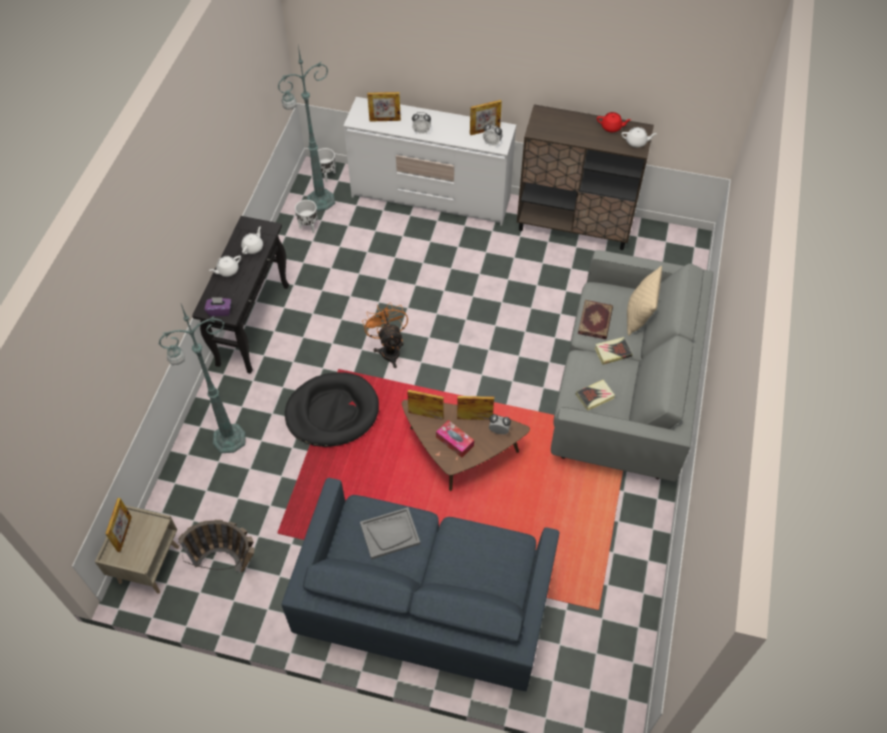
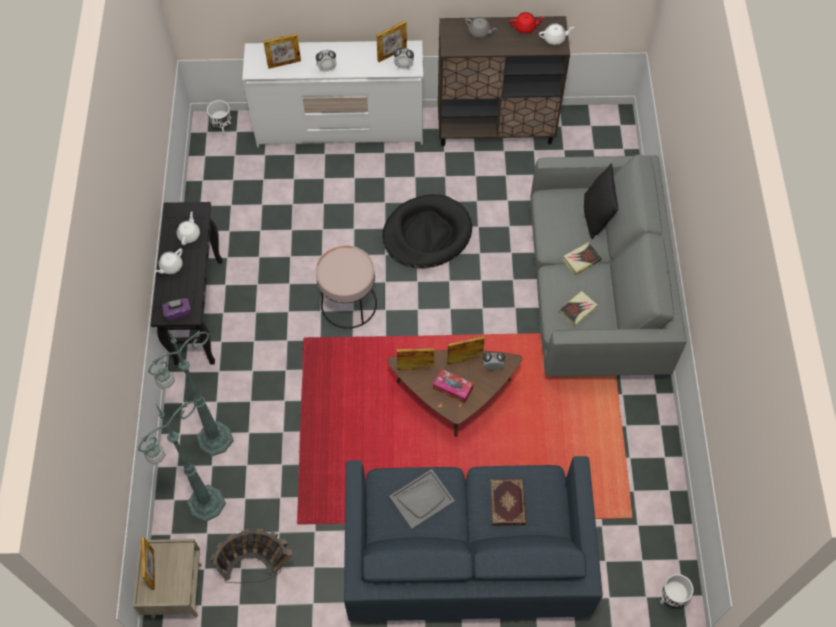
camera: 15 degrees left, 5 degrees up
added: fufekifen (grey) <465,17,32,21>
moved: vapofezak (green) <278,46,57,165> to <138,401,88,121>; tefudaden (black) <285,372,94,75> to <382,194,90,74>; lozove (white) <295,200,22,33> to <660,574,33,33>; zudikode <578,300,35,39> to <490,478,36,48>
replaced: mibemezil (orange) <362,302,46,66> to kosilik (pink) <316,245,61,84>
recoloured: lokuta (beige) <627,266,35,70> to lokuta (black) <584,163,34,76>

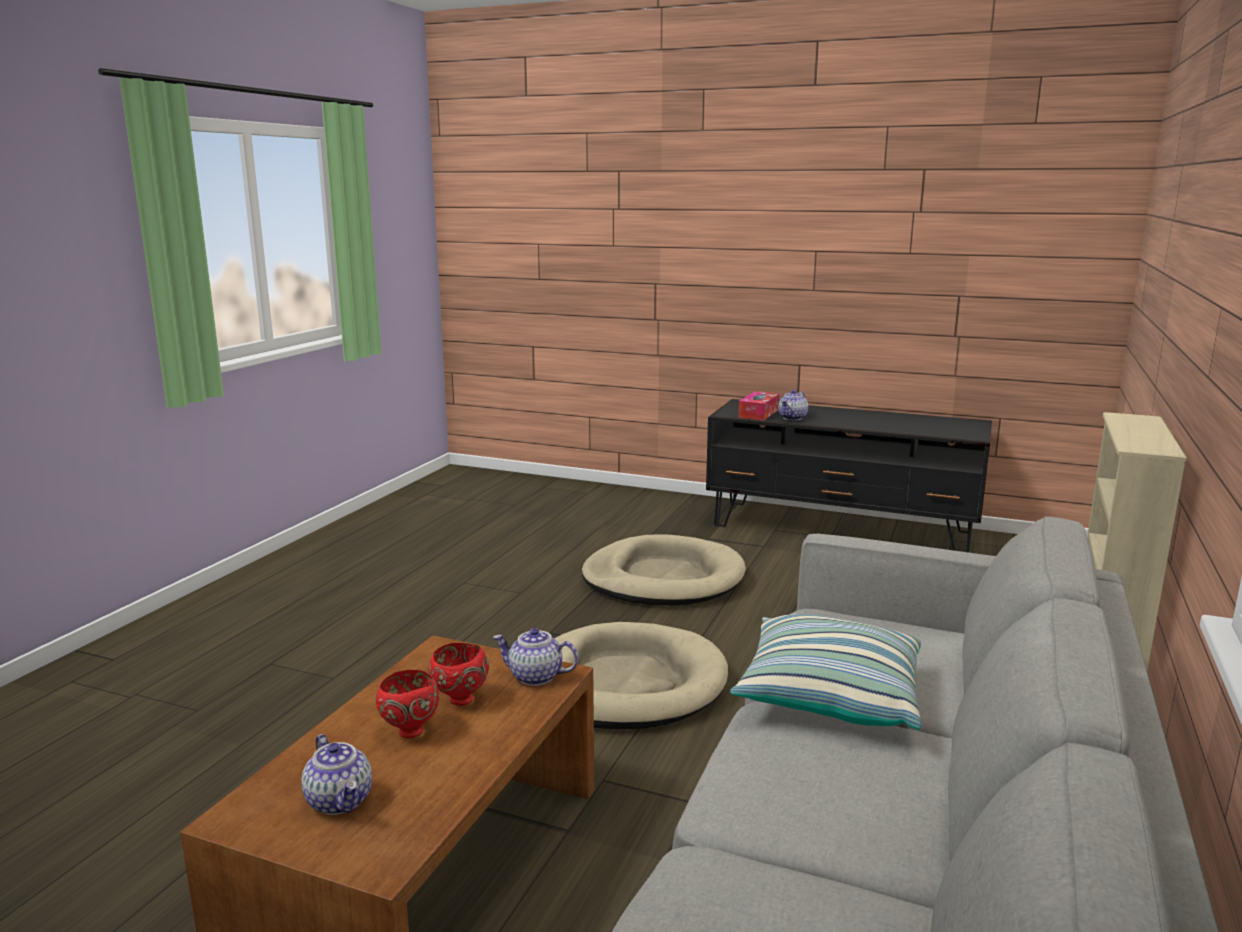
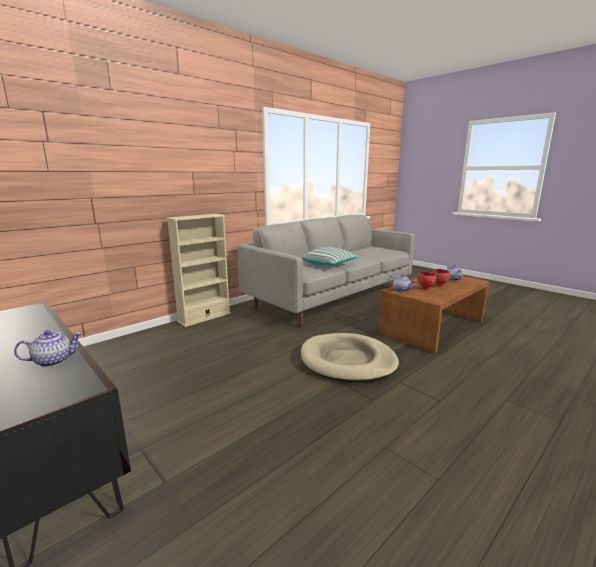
camera: 155 degrees left, 0 degrees up
removed: tefudaden (beige) <582,534,164,71>; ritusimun <738,391,41,30>

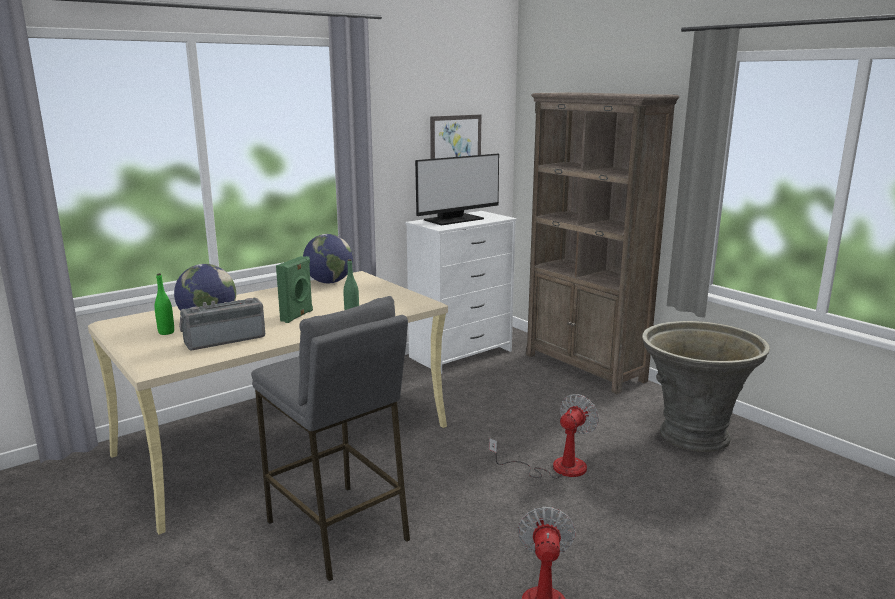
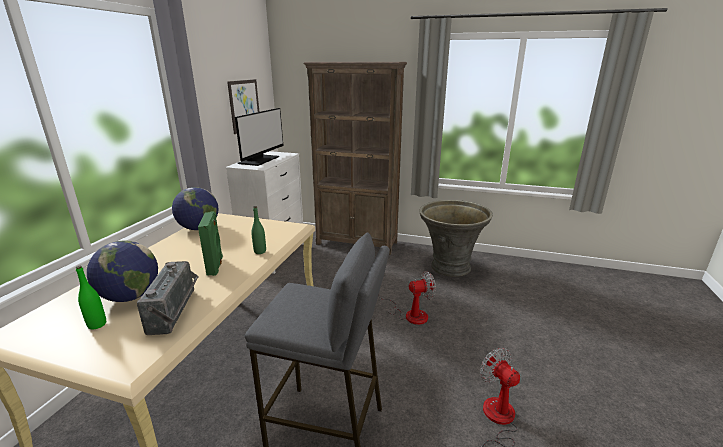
camera: 35 degrees left, 5 degrees up
turned: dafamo <179,297,86,53> = <137,261,62,74> 150 degrees clockwise; mibemezil <489,394,110,85> = <378,271,58,54> 75 degrees clockwise

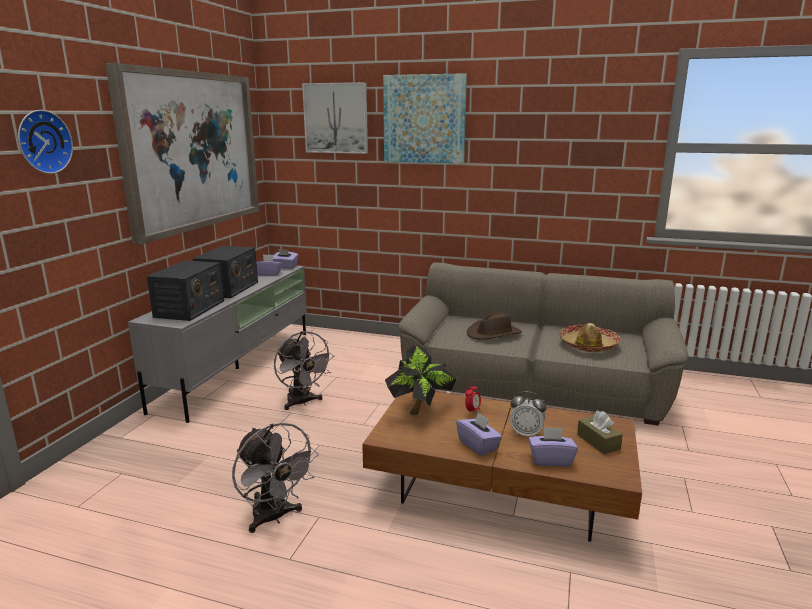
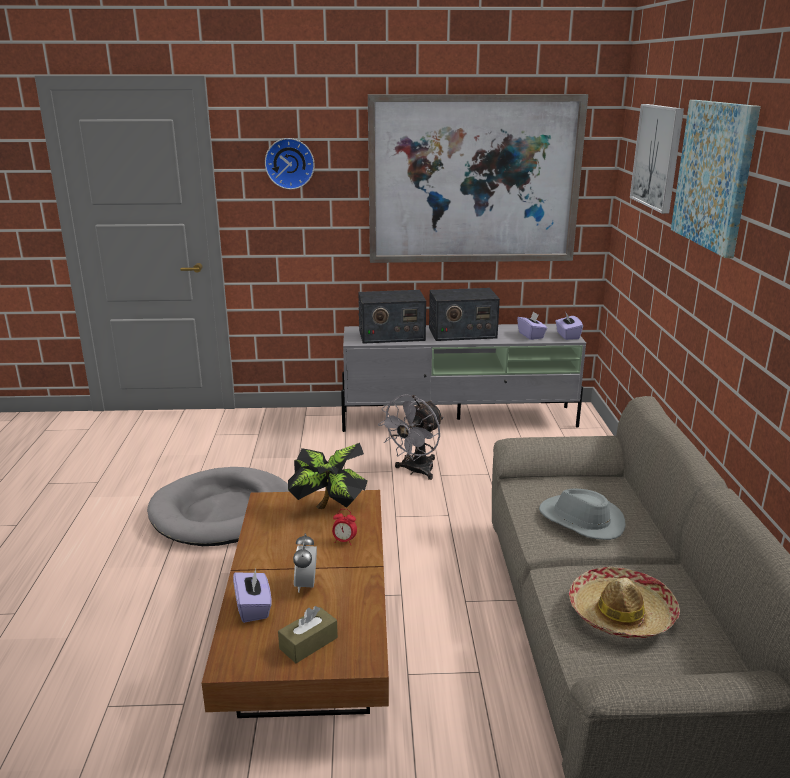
camera: 70 degrees right, 5 degrees up
removed: ritusimun (purple) <456,412,46,44>
replaced: mibemezil (grey) <232,423,87,110> to tefudaden (grey) <147,467,143,79>
recoloured: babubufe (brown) <467,312,55,28> to babubufe (grey) <539,488,86,52>

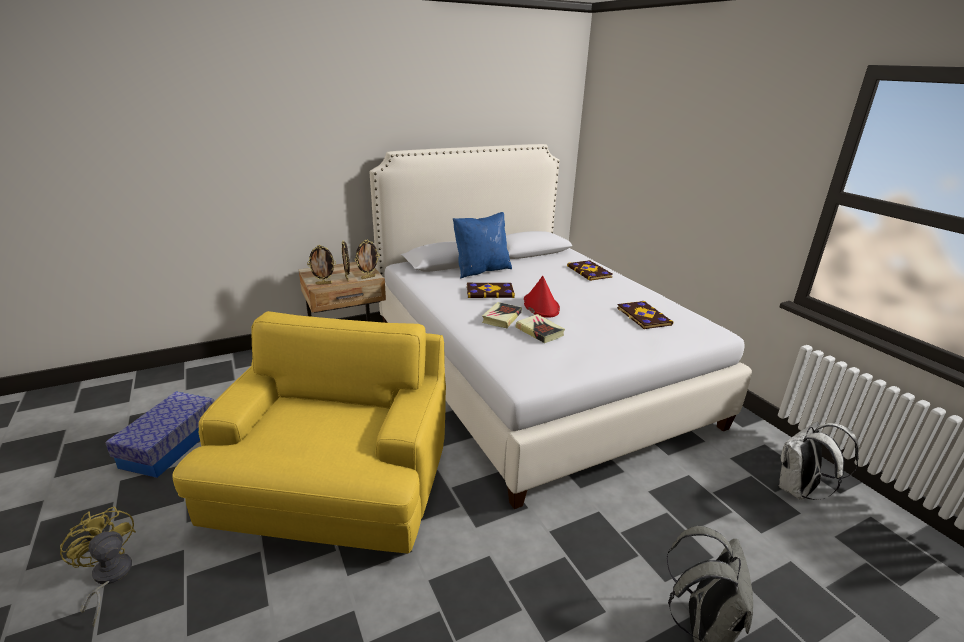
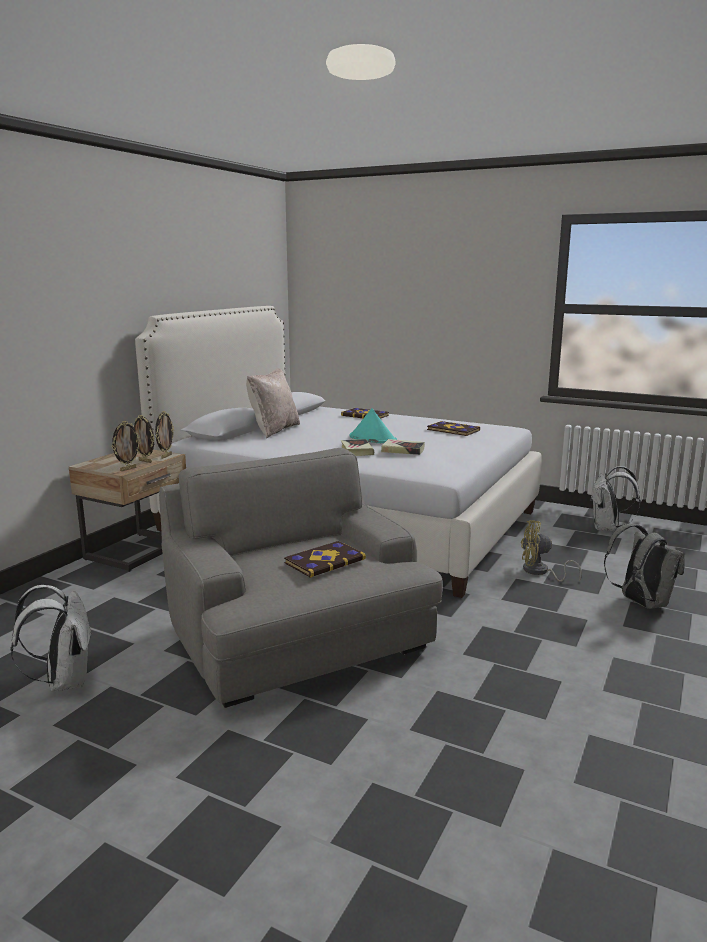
camera: 35 degrees left, 10 degrees down
moved: mibemezil (yellow) <60,506,76,121> to <521,520,61,62>; zudikode <467,283,48,15> to <284,541,82,37>
replaced: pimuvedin <105,391,109,87> to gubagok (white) <10,585,82,107>
recoloured: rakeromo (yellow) <172,311,274,243> to rakeromo (grey) <159,448,284,260>; lokuta (blue) <453,212,59,66> to lokuta (beige) <246,368,54,70>; babubufe (red) <524,276,36,42> to babubufe (turquoise) <349,408,48,35>

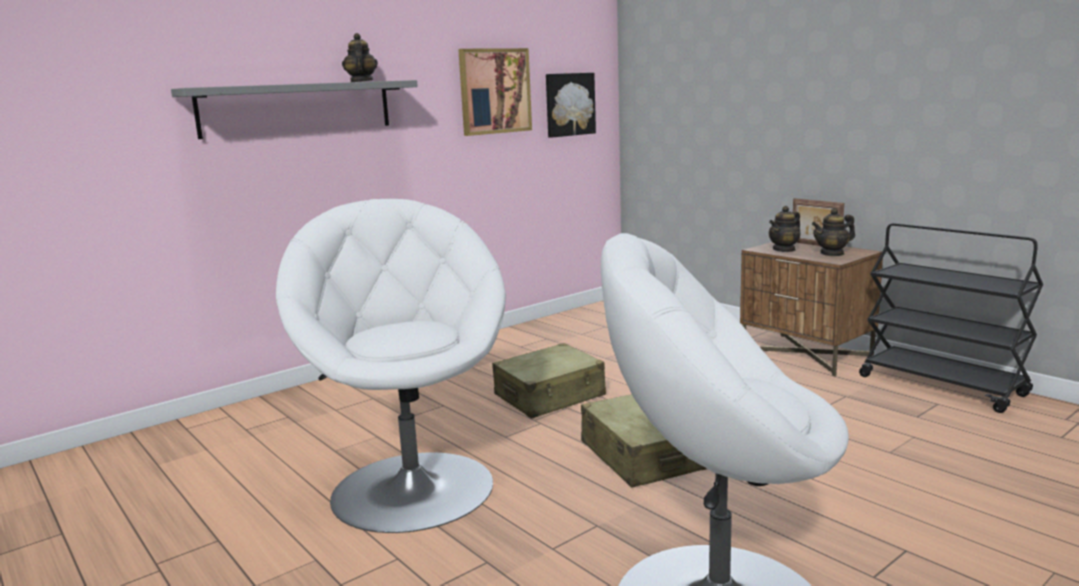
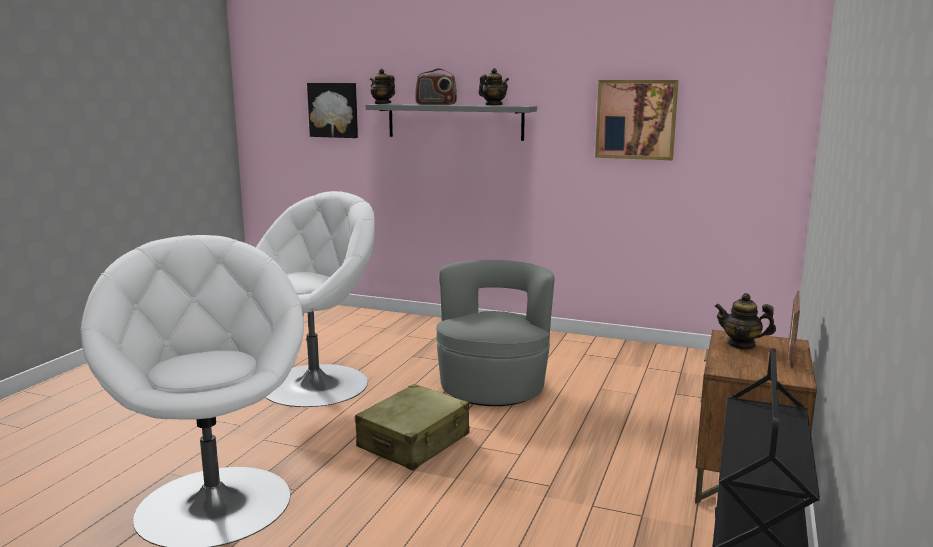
camera: 60 degrees right, 0 degrees up
added: dafamo <415,68,42,37>
moved: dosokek <546,73,50,65> to <307,83,51,55>; fufekifen <812,208,43,48> to <370,69,25,35>
replaced: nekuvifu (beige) <492,343,114,76> to rakeromo (grey) <436,260,118,146>

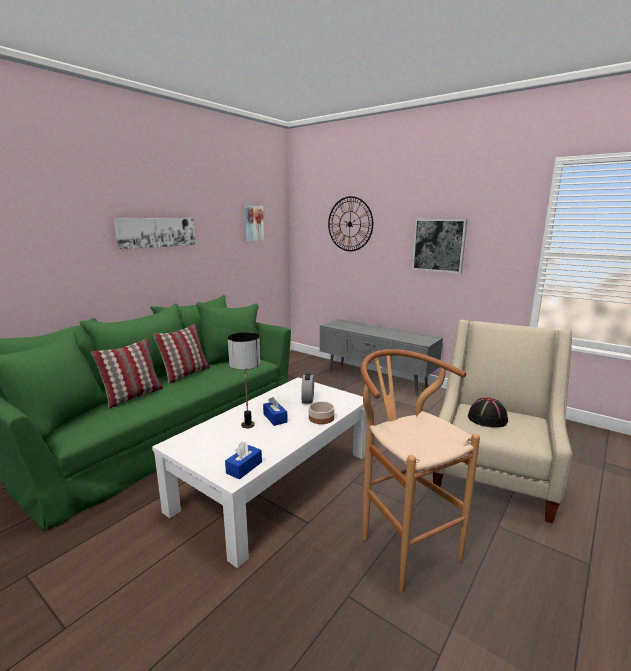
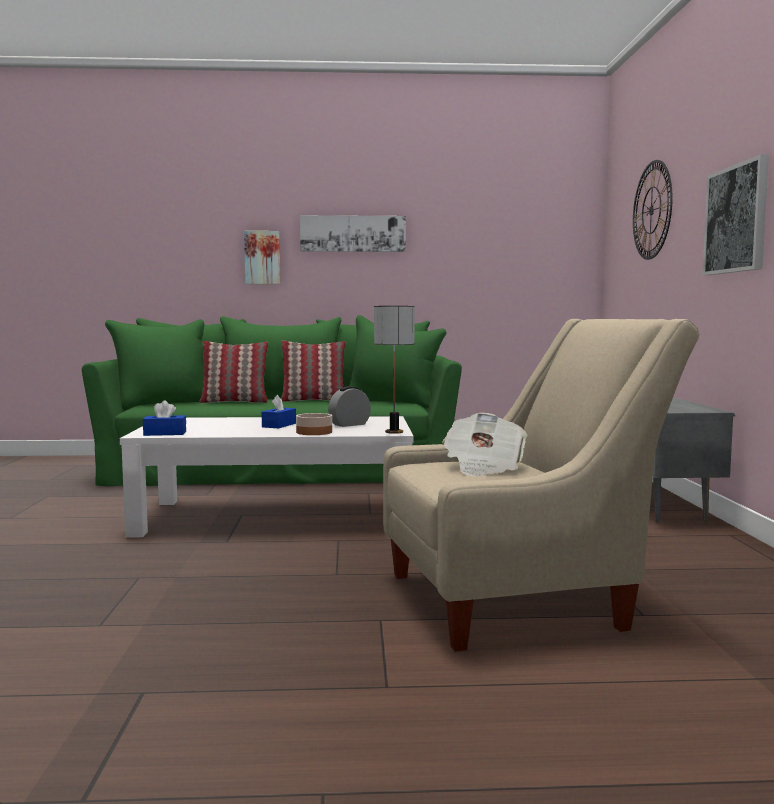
camera: 50 degrees right, 10 degrees down
removed: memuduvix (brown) <361,349,119,244>
moved: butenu <228,332,33,96> to <374,306,41,128>; dosokek <245,206,19,35> to <244,231,36,53>
replaced: babubufe (black) <468,397,40,31> to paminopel <443,413,84,63>

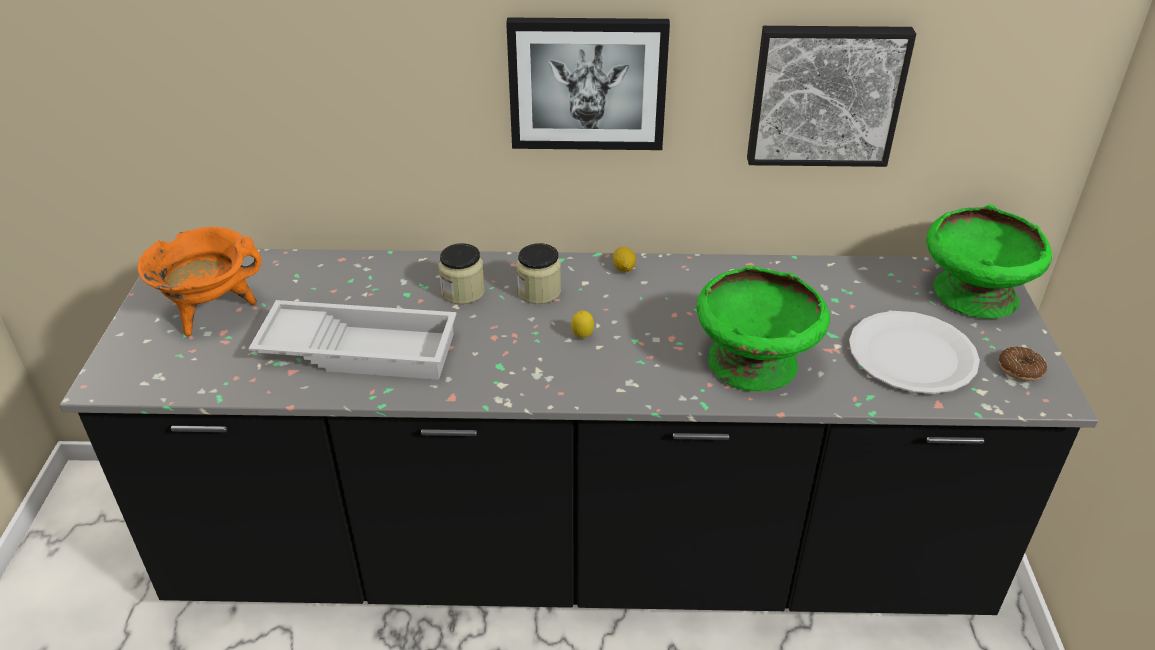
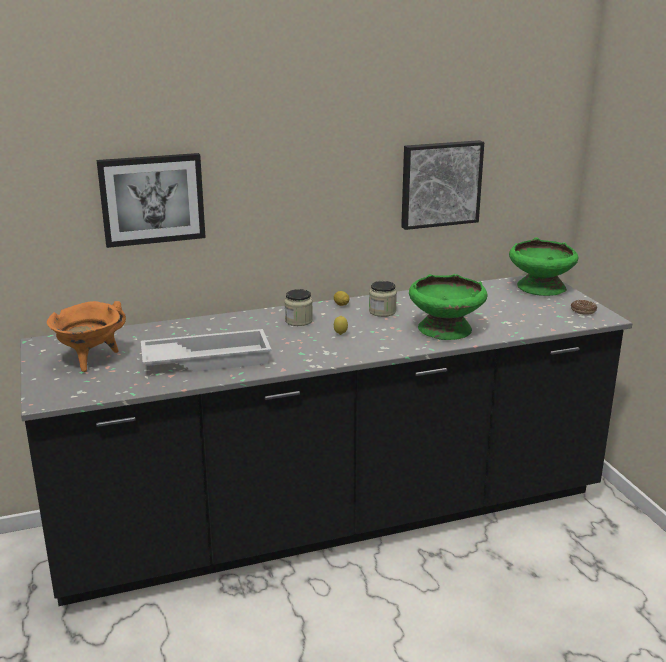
camera: 20 degrees left, 15 degrees down
removed: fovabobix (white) <849,311,131,83>
moved: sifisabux <439,243,46,61> to <369,281,28,36>; dosokek <506,17,164,133> to <97,153,109,95>

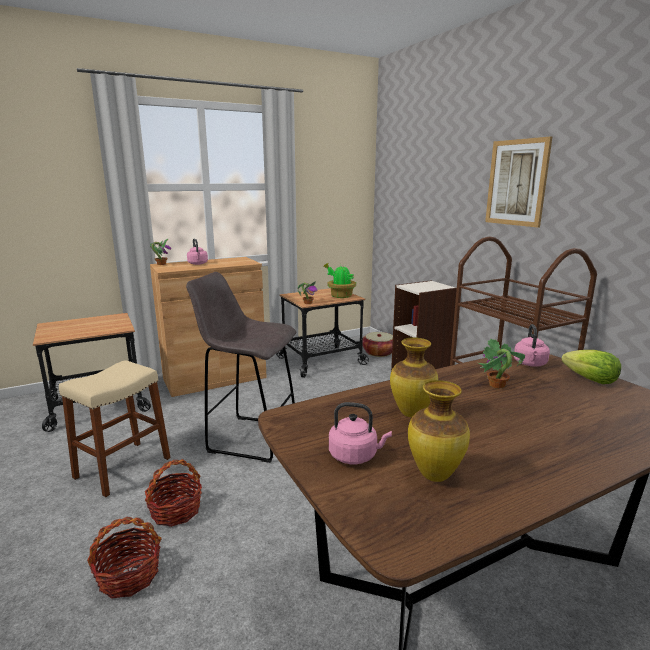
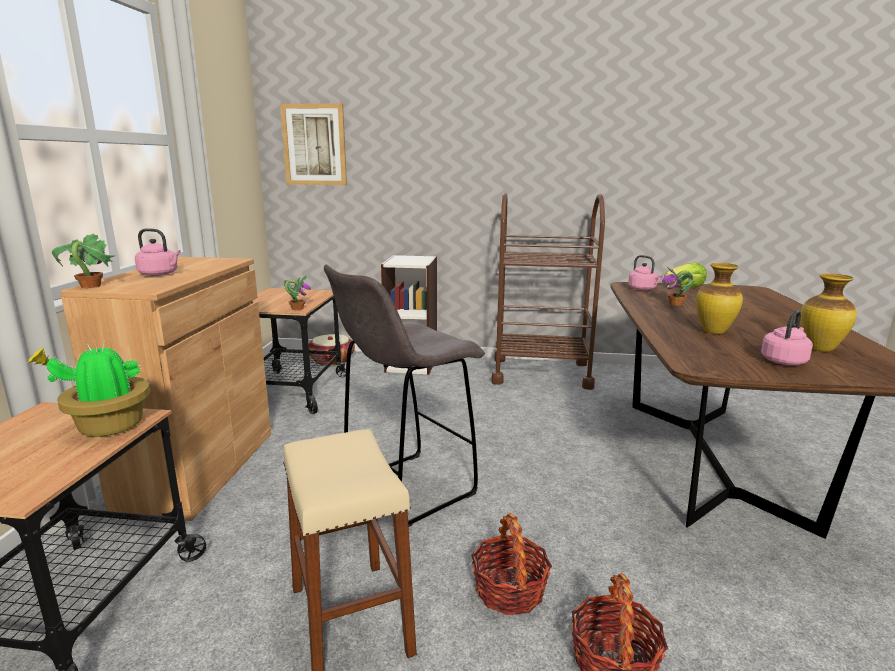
camera: 55 degrees left, 0 degrees up
moved: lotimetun <323,263,33,35> to <27,342,123,95>; dosokek <485,136,67,92> to <280,103,67,82>

